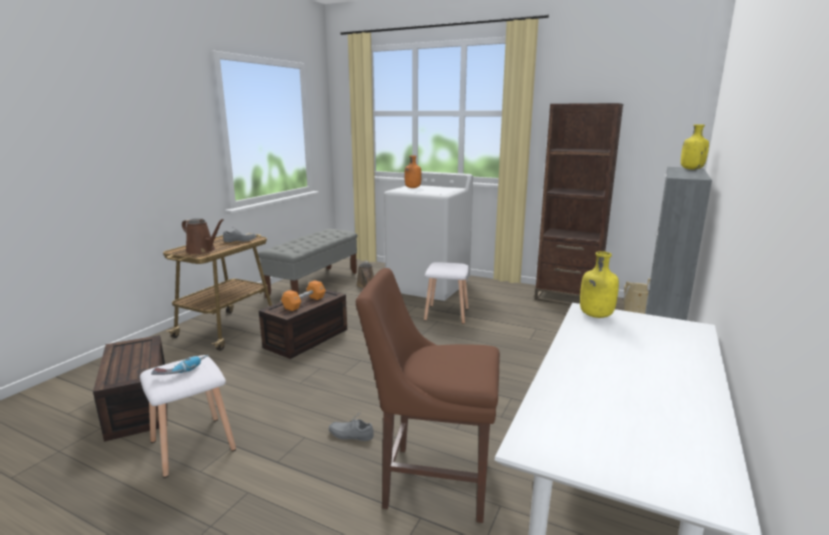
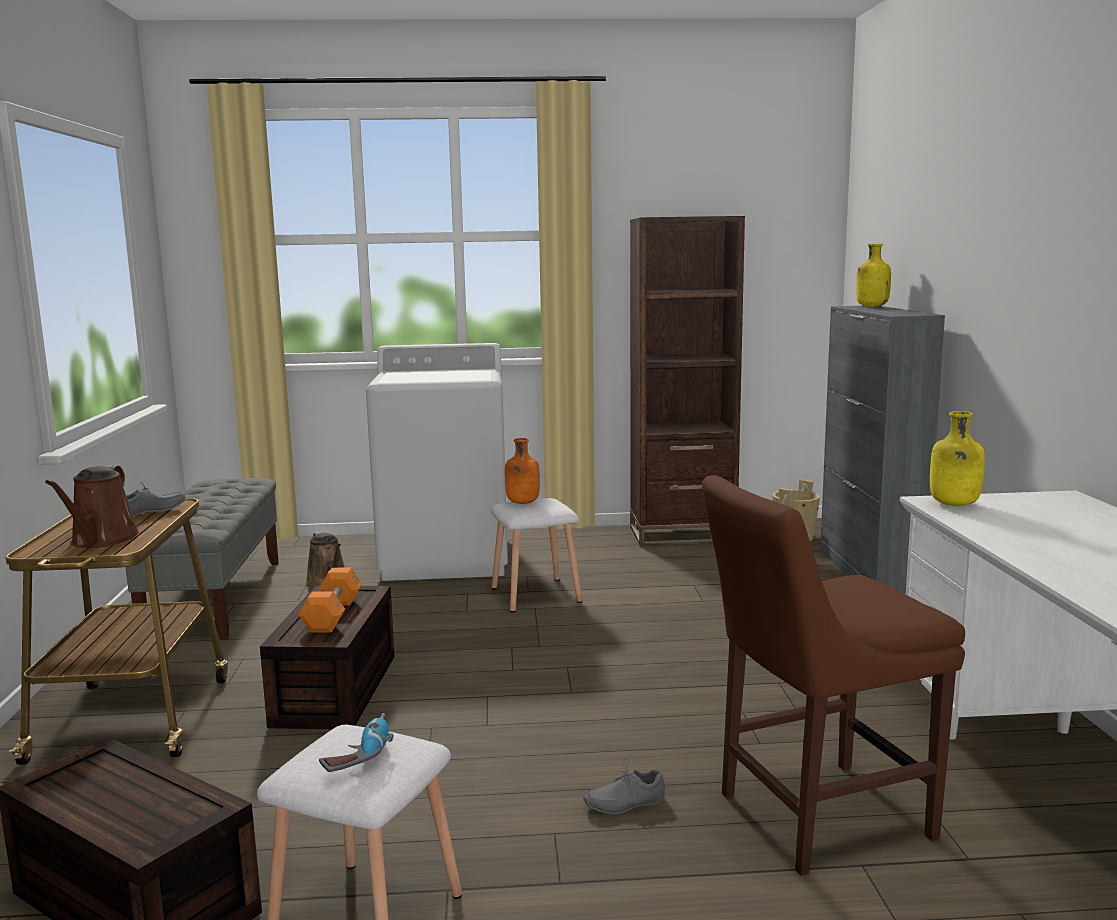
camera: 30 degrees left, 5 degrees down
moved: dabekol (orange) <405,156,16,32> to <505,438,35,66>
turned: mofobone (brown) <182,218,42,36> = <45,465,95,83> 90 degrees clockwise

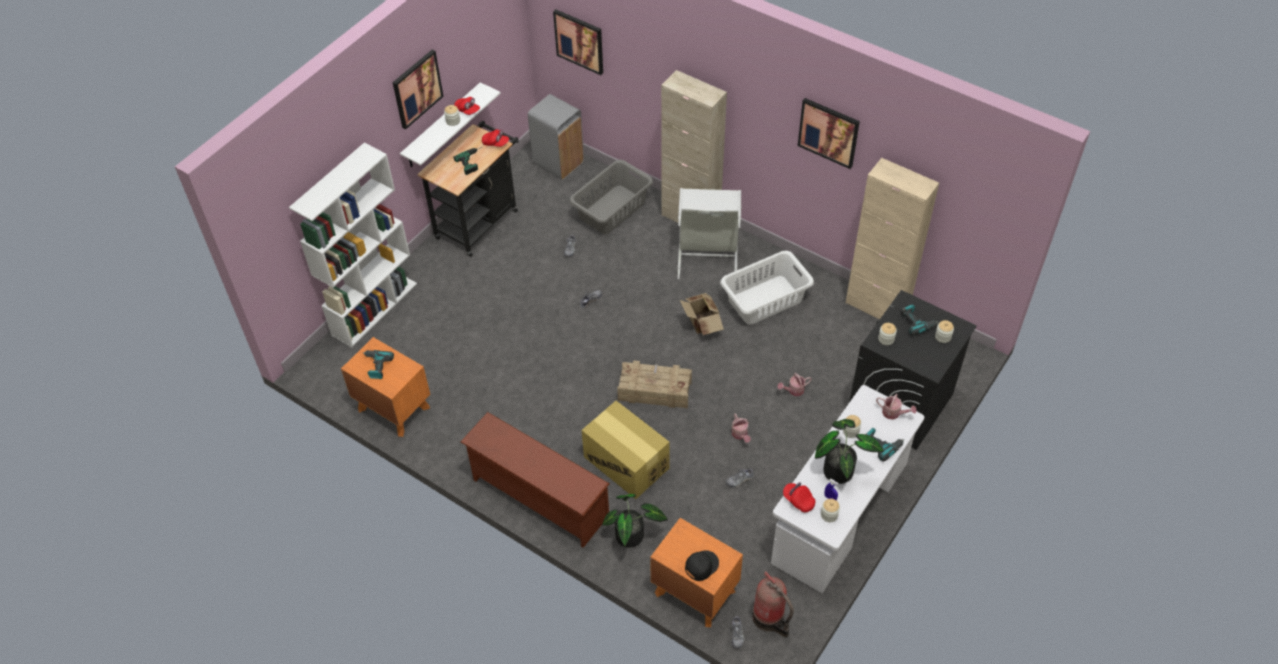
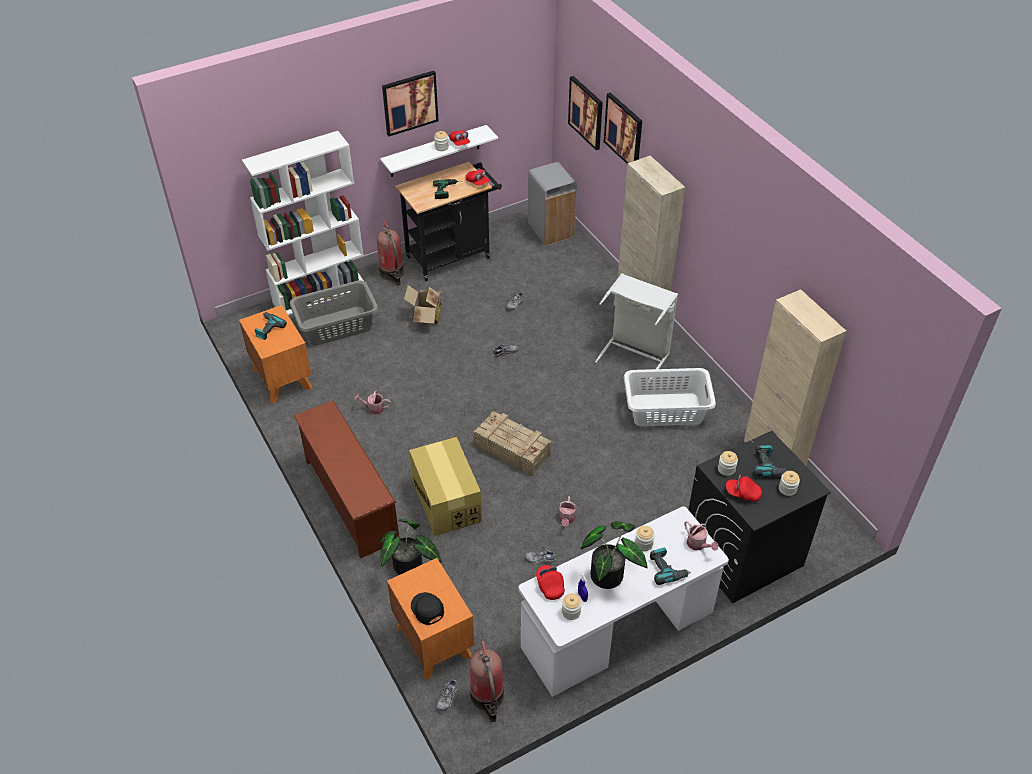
camera: 25 degrees right, 5 degrees down
added: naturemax <377,220,27,66>; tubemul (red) <726,474,36,28>
moved: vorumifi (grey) <569,160,84,74> to <290,281,88,65>; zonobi <680,293,44,42> to <404,285,38,39>; mofobone <778,373,34,23> to <354,390,37,25>; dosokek <798,98,62,71> to <604,93,38,71>
turned: tubemul (black) <685,550,34,31> = <411,592,33,33> 105 degrees counterclockwise

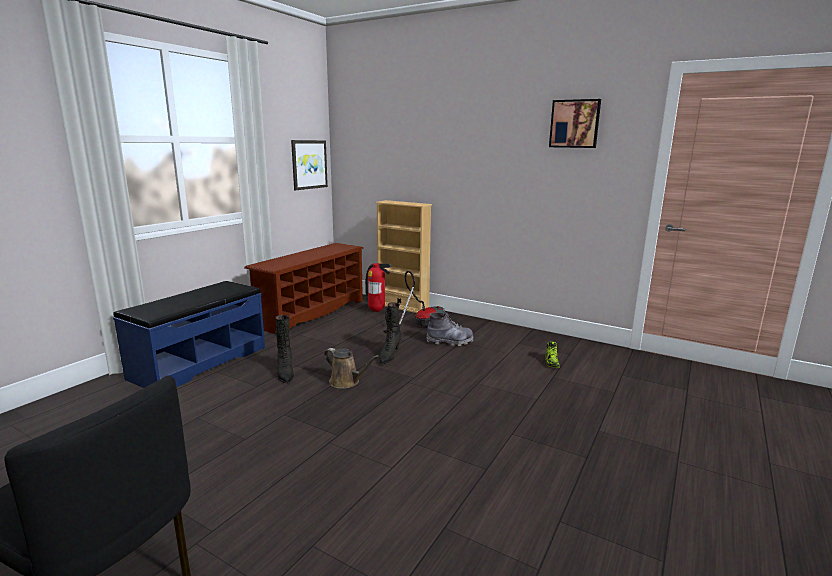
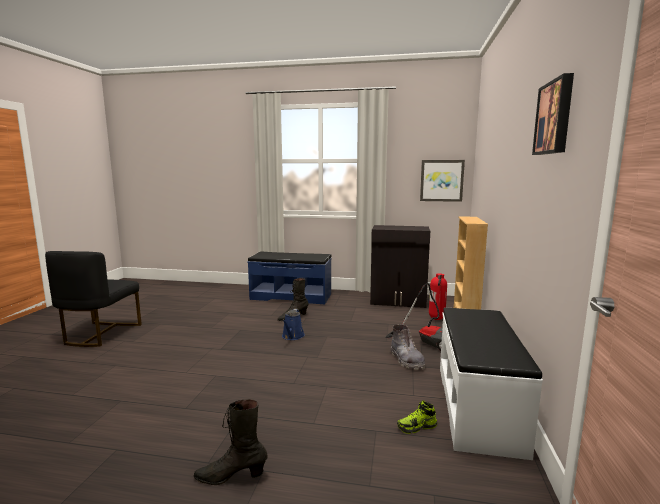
camera: 70 degrees right, 5 degrees down
added: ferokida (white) <440,308,103,152>
moved: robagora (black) <379,302,22,62> to <194,399,74,86>
replaced: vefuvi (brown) <244,243,119,91> to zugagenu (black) <370,225,60,83>
recoloured: mofobone (brown) <324,348,55,41> to mofobone (blue) <282,309,23,31>

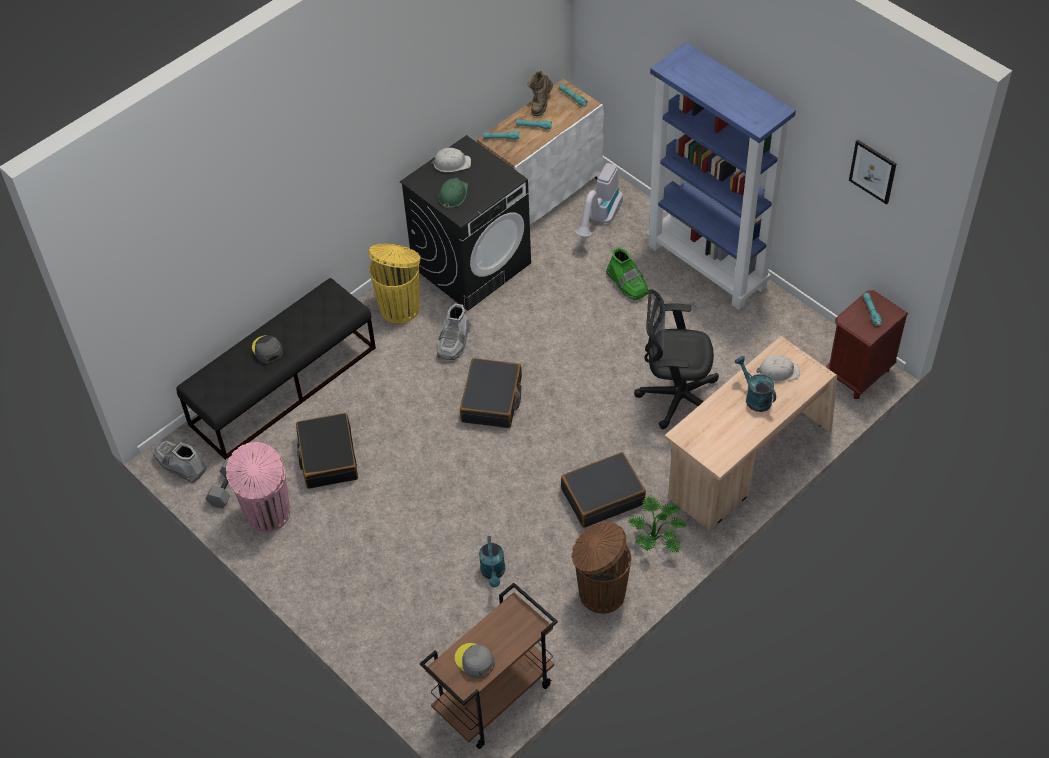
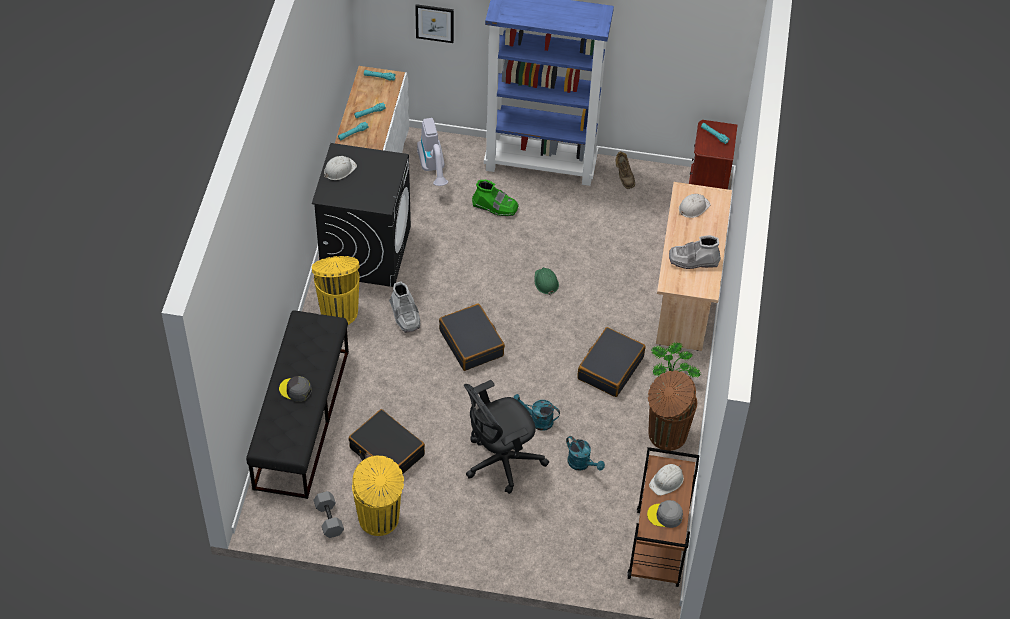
camera: 40 degrees left, 0 degrees up
added: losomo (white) <649,464,35,32>
moved: robagora (grey) <153,441,53,42> to <669,235,52,34>; losomo (green) <438,178,30,31> to <534,267,25,28>; robagora (brown) <527,71,26,45> to <616,151,19,38>; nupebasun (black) <634,290,85,139> to <464,380,85,114>; mofobone (turquoise) <735,356,41,56> to <513,394,47,37>; dosokek <849,140,47,65> to <415,4,39,39>
recoloured: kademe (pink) <226,442,64,91> to kademe (yellow) <352,455,52,81>

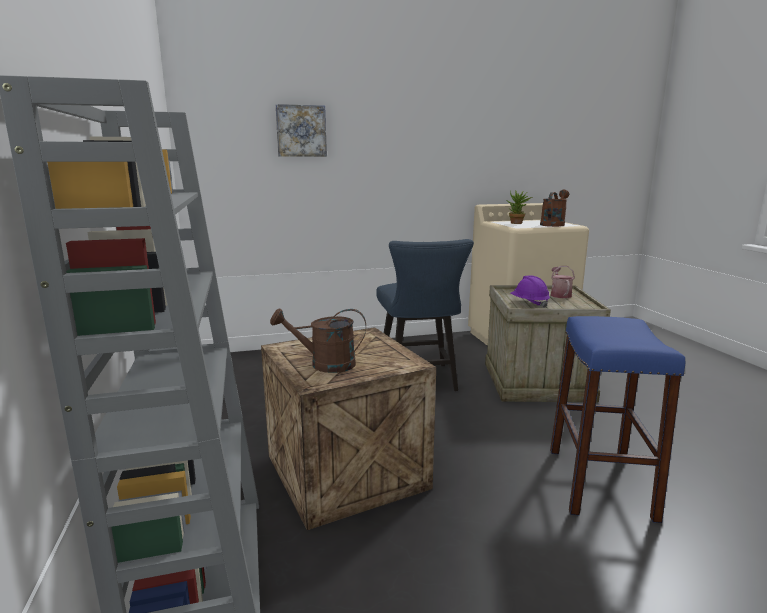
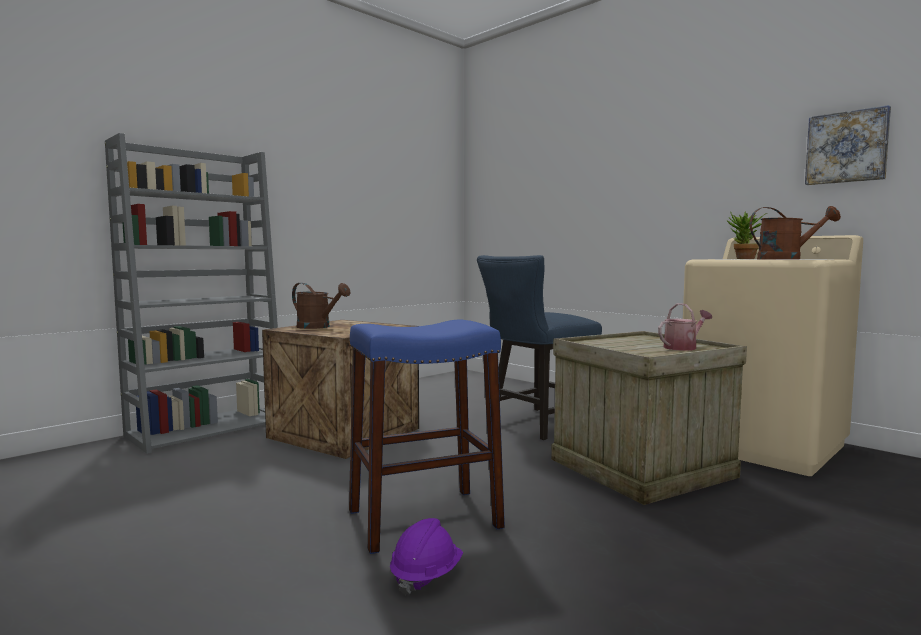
camera: 60 degrees right, 10 degrees down
moved: dosokek <276,104,51,53> to <805,105,86,80>; losomo (purple) <510,275,40,33> to <390,518,73,77>
turned: mofobone (brown) <270,308,96,65> = <292,283,58,46> 150 degrees clockwise

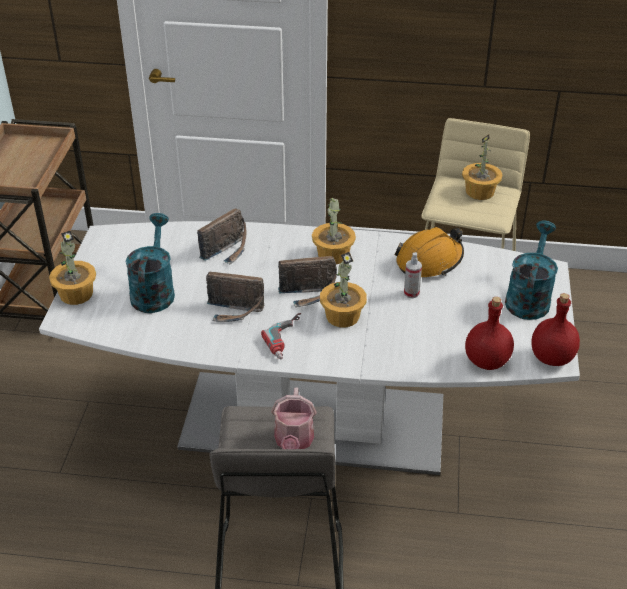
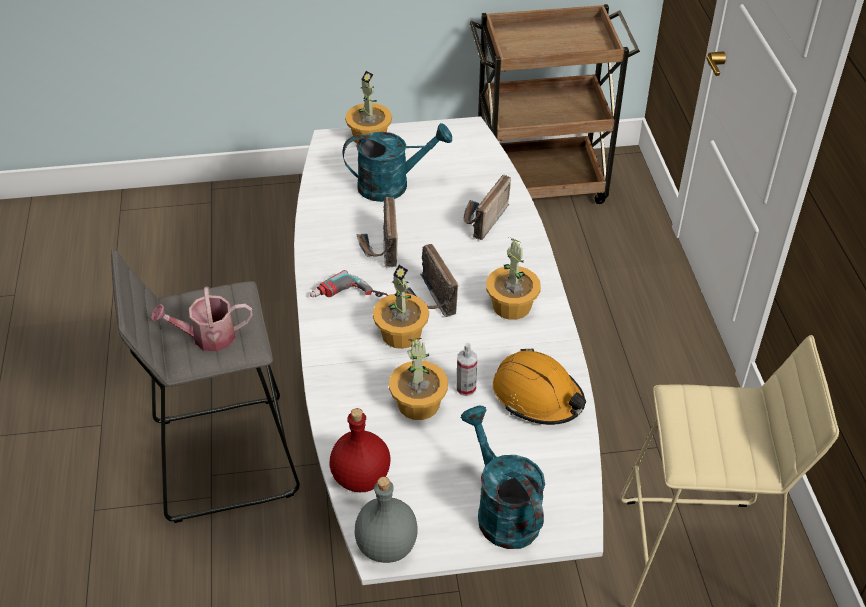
camera: 75 degrees right, 5 degrees up
moved: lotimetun <462,135,41,65> to <389,338,59,82>
recoloured: dabekol (red) <531,293,49,73> to dabekol (grey) <354,477,64,86>
turned: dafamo <197,208,49,56> = <463,175,48,65> 90 degrees clockwise; mofobone (turquoise) <505,221,53,99> = <461,405,84,144> 120 degrees counterclockwise

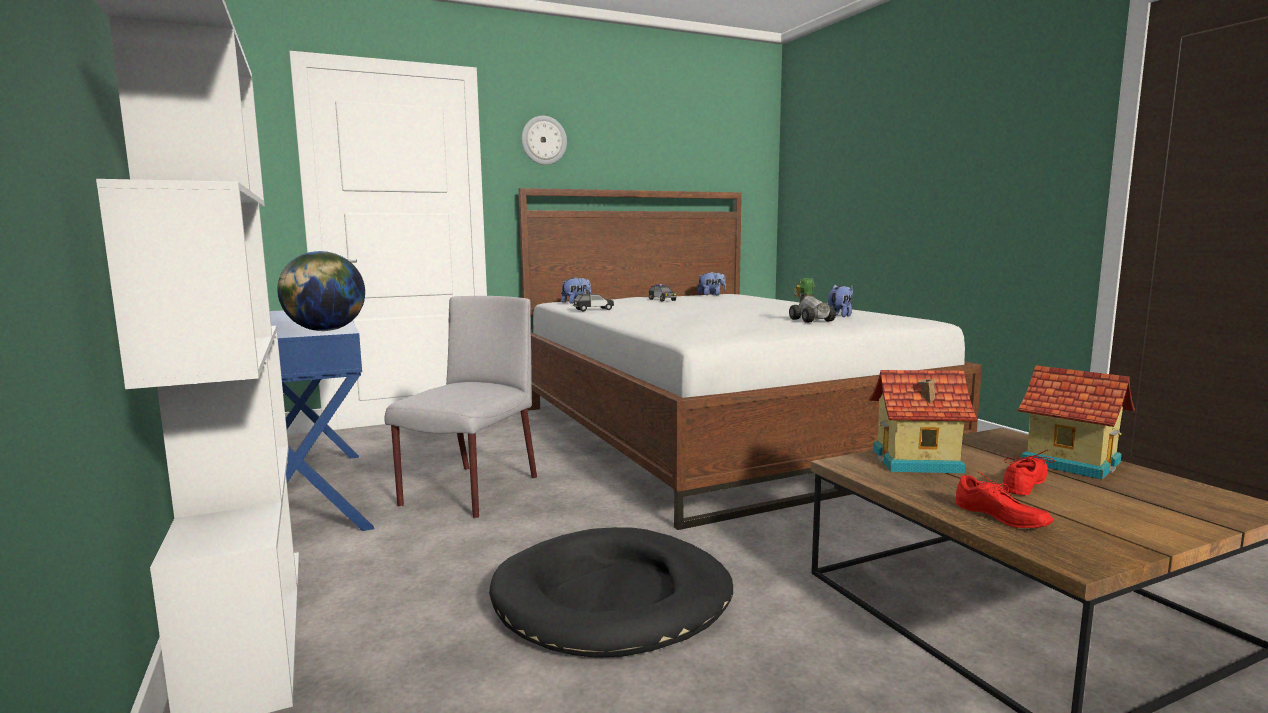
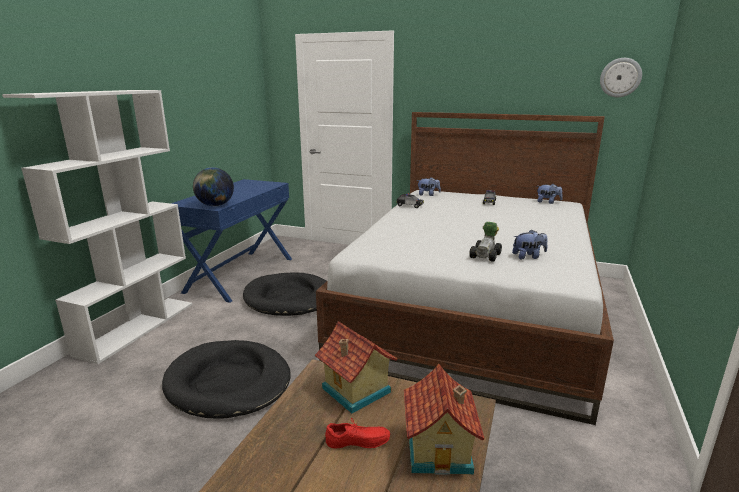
camera: 45 degrees right, 10 degrees up
removed: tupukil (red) <956,471,97,57>
moved: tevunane <521,116,46,49> to <600,58,42,39>
replaced: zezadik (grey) <384,296,153,223> to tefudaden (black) <243,272,83,44>

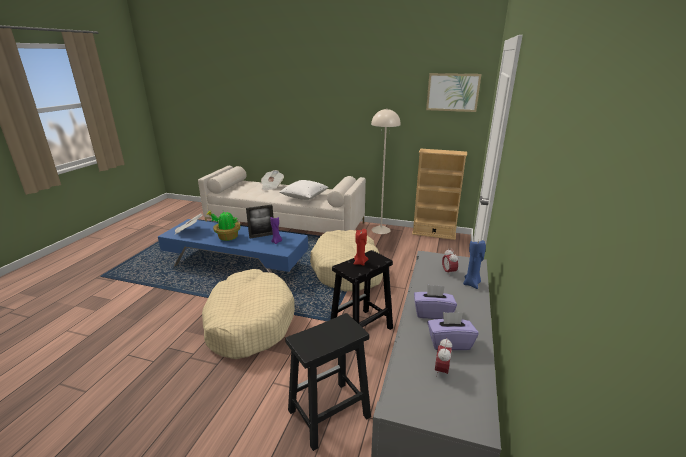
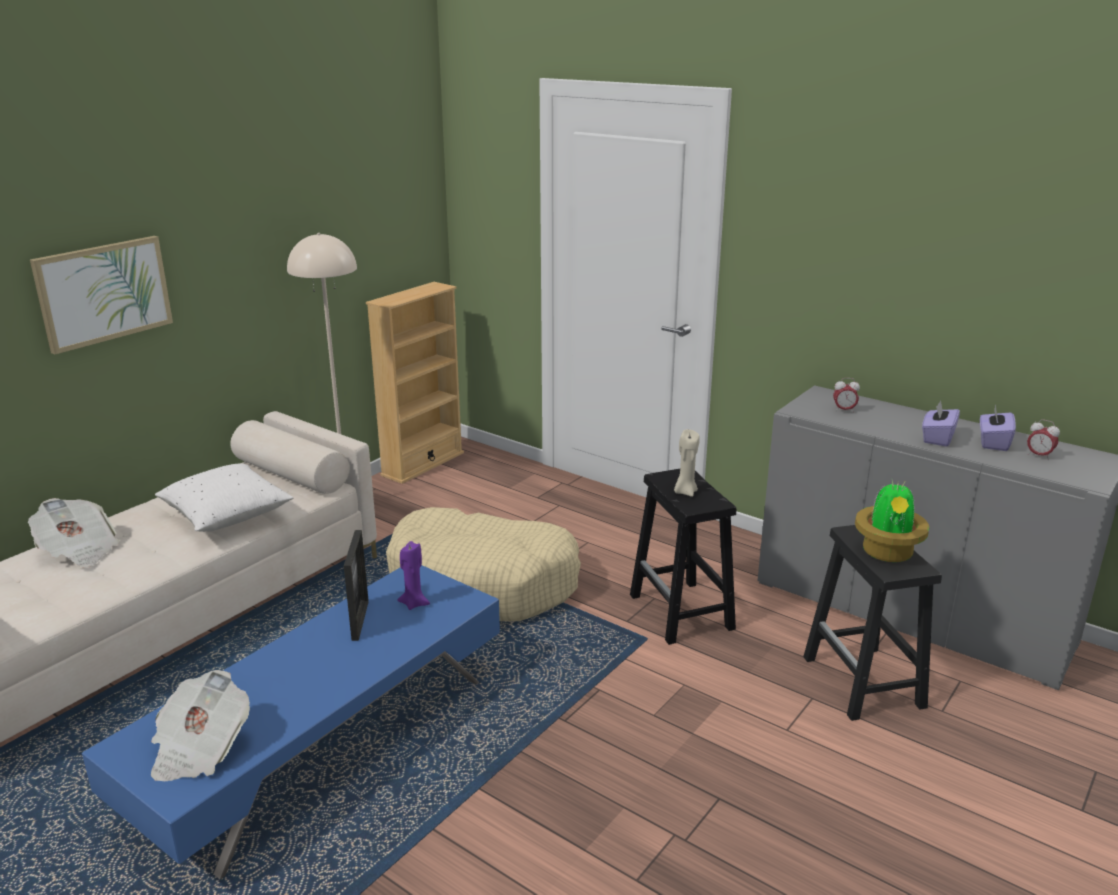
camera: 70 degrees left, 0 degrees up
removed: tefudaden (beige) <202,269,93,90>; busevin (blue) <463,240,23,49>
moved: lotimetun <206,210,35,31> to <855,480,74,82>; dosokek <426,73,56,39> to <30,236,143,118>
recoloured: busevin (red) <353,229,15,37> to busevin (beige) <674,429,26,68>

